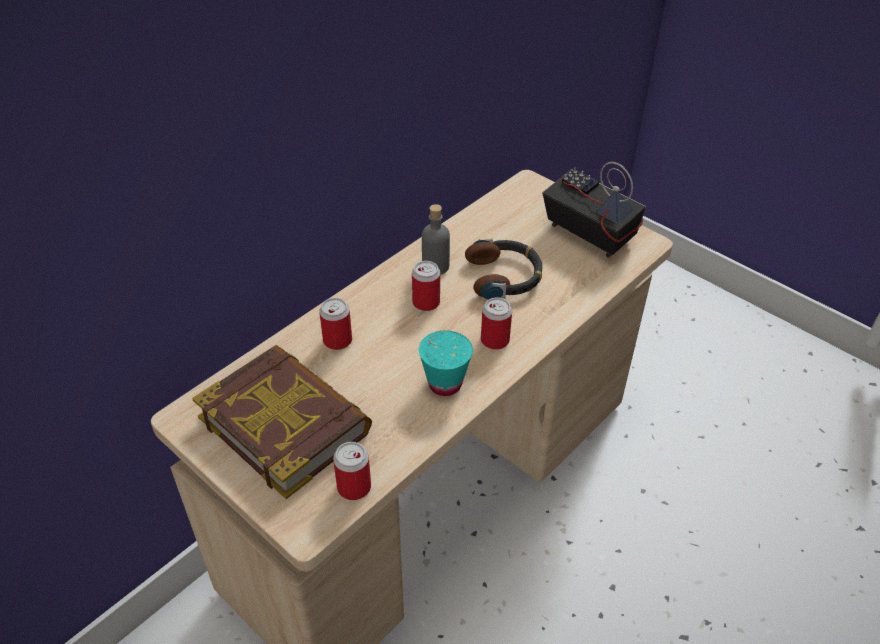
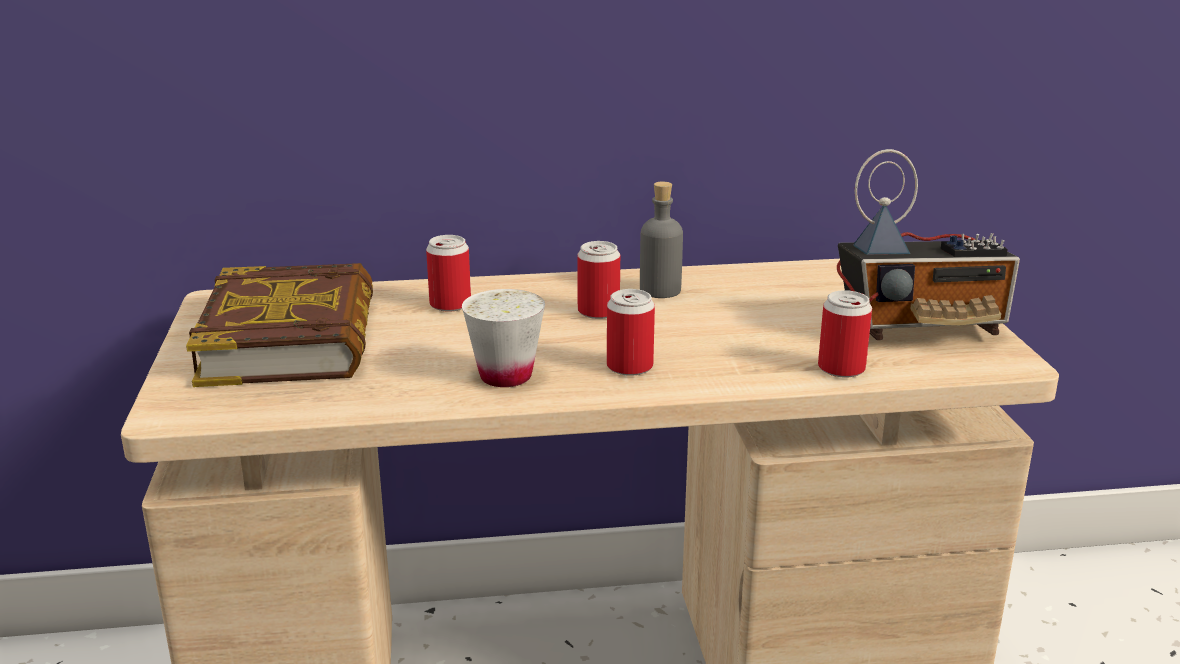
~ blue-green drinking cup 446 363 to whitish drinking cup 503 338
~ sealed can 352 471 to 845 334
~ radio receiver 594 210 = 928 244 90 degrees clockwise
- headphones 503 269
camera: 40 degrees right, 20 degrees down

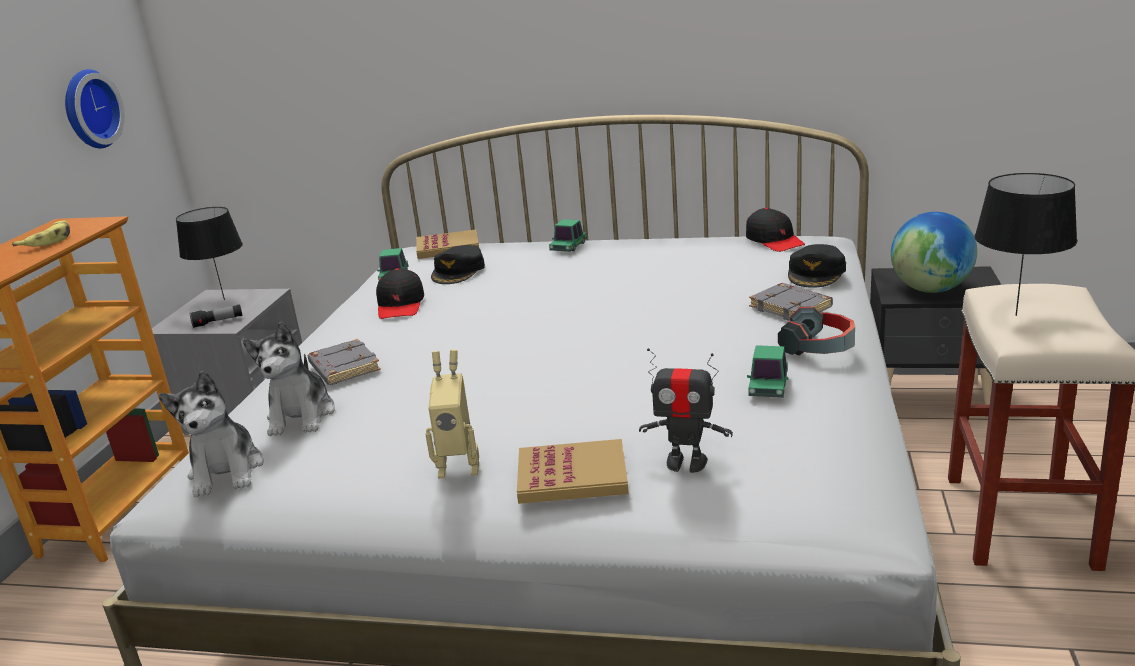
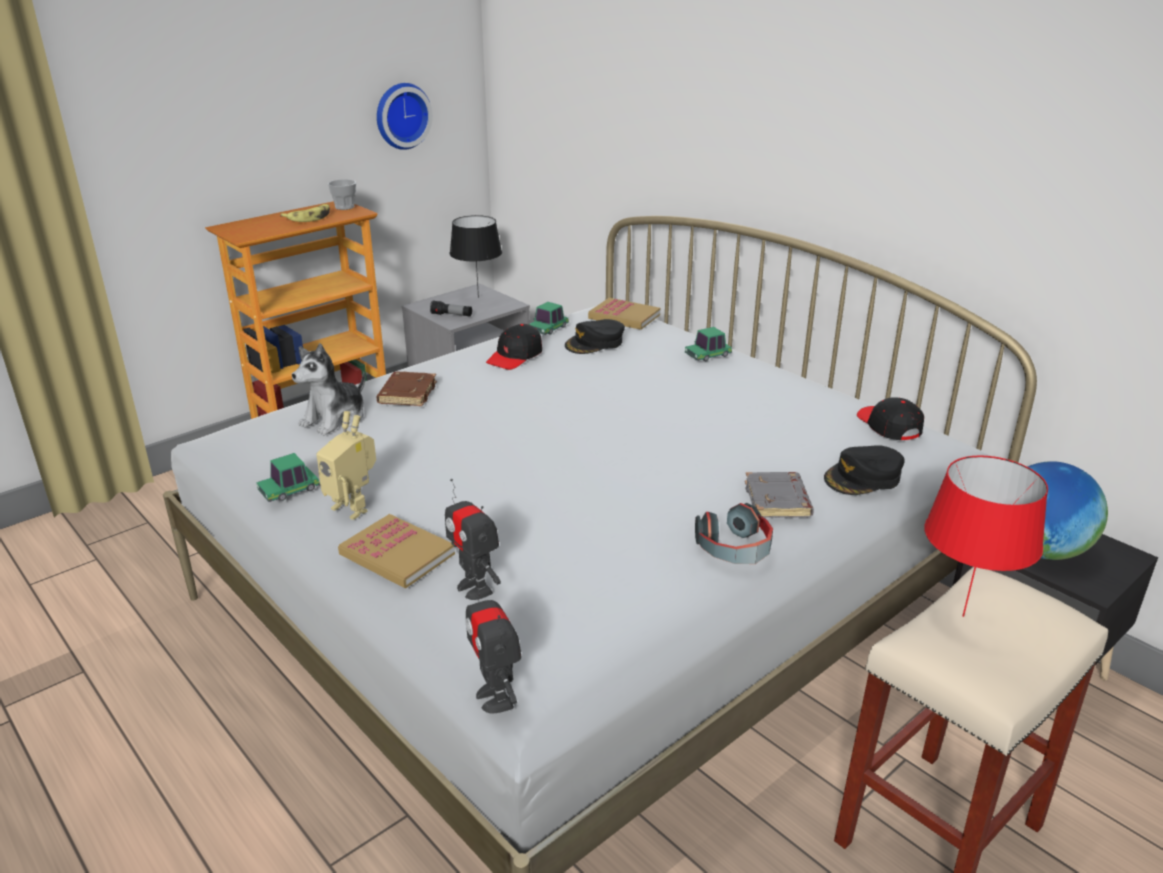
~ miniature car 767 371 to 288 477
+ drinking cup 342 194
~ greyish book 344 362 to brown-coloured book 406 389
+ robot figure 493 643
~ black-coloured baseball cap 775 230 = 890 418 150 degrees clockwise
~ black-coloured lamp for a table 1026 244 to red lamp for a table 986 536
- cuddly toy 211 434
camera: 35 degrees right, 5 degrees up

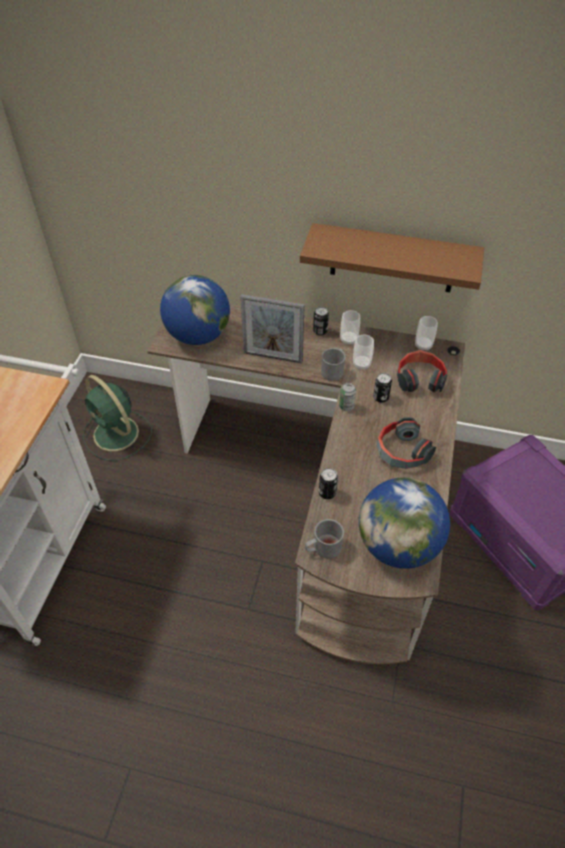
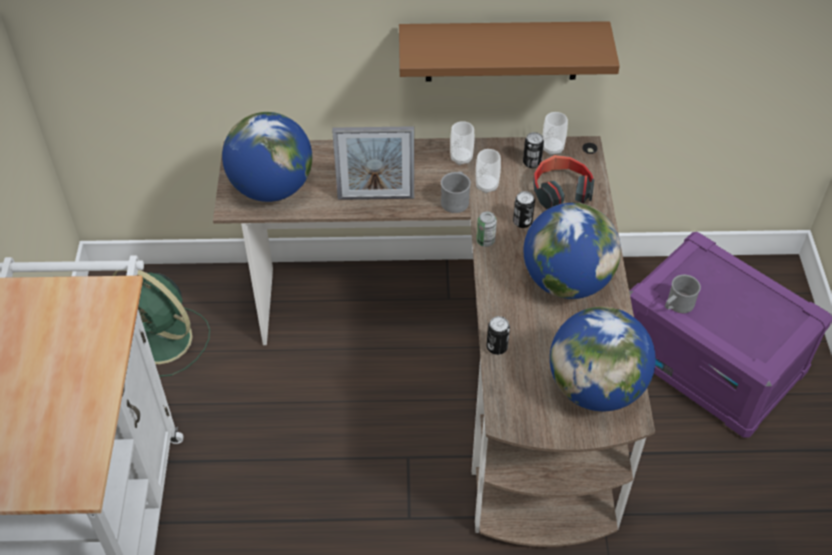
~ sealed can 321 321 to 533 150
~ headphones 406 443 to globe 572 251
~ greyish mug 324 539 to 683 294
camera: 15 degrees left, 0 degrees up

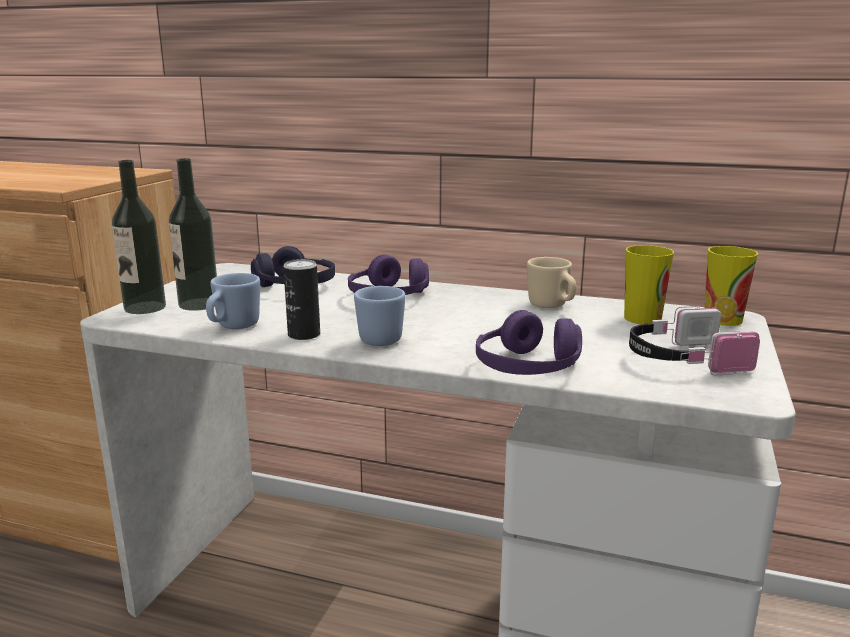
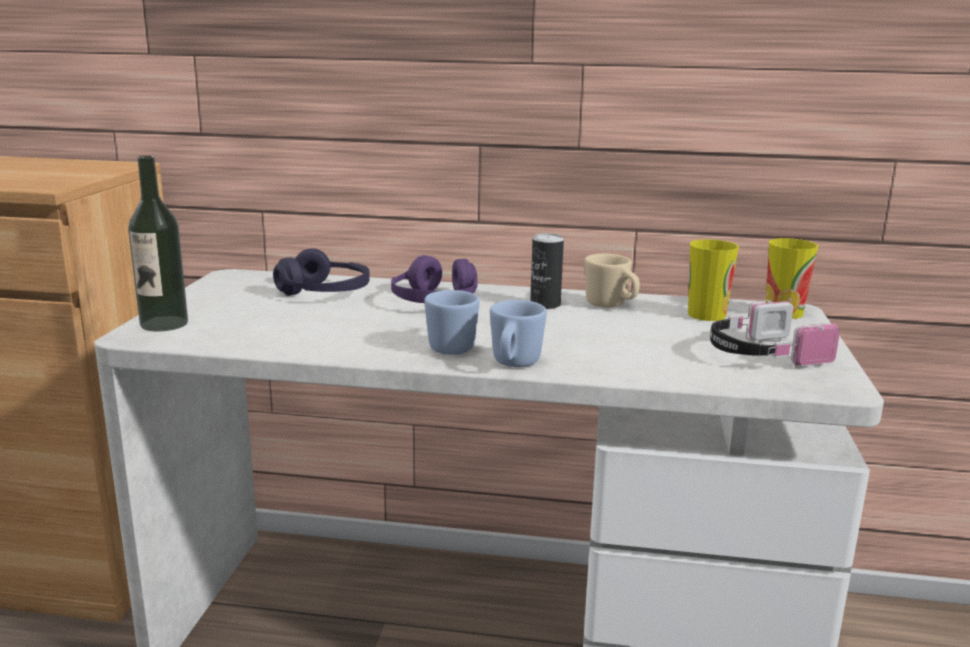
~ blue-coloured mug 233 301 to 518 333
~ sealed can 301 299 to 547 271
- drink bottle 193 234
- purple-coloured headphones 529 342
camera: 10 degrees left, 0 degrees up

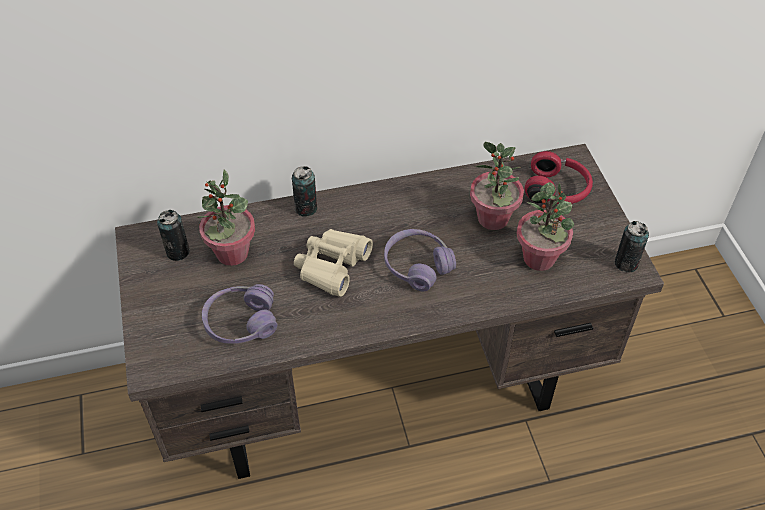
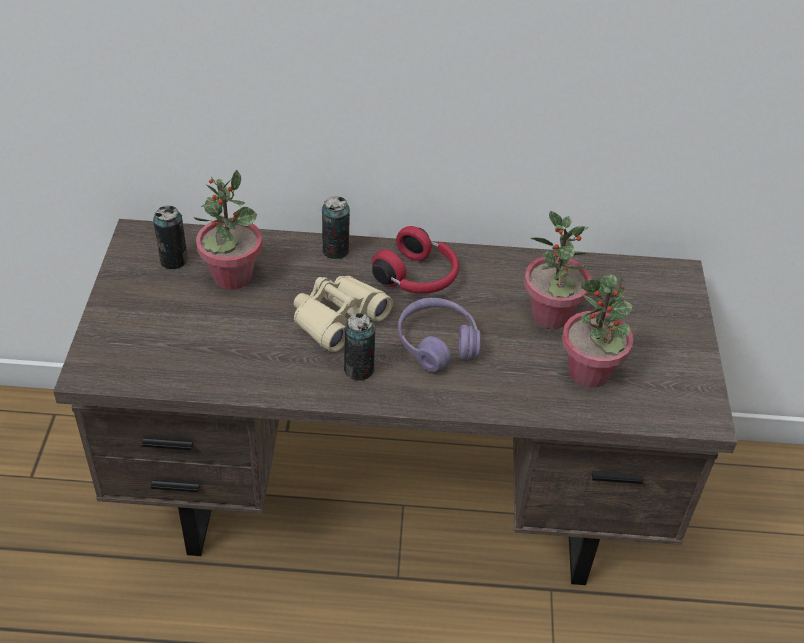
~ sealed can 632 246 to 359 346
~ red headphones 559 177 to 415 260
- purple-coloured headphones 239 314
camera: 15 degrees right, 5 degrees down

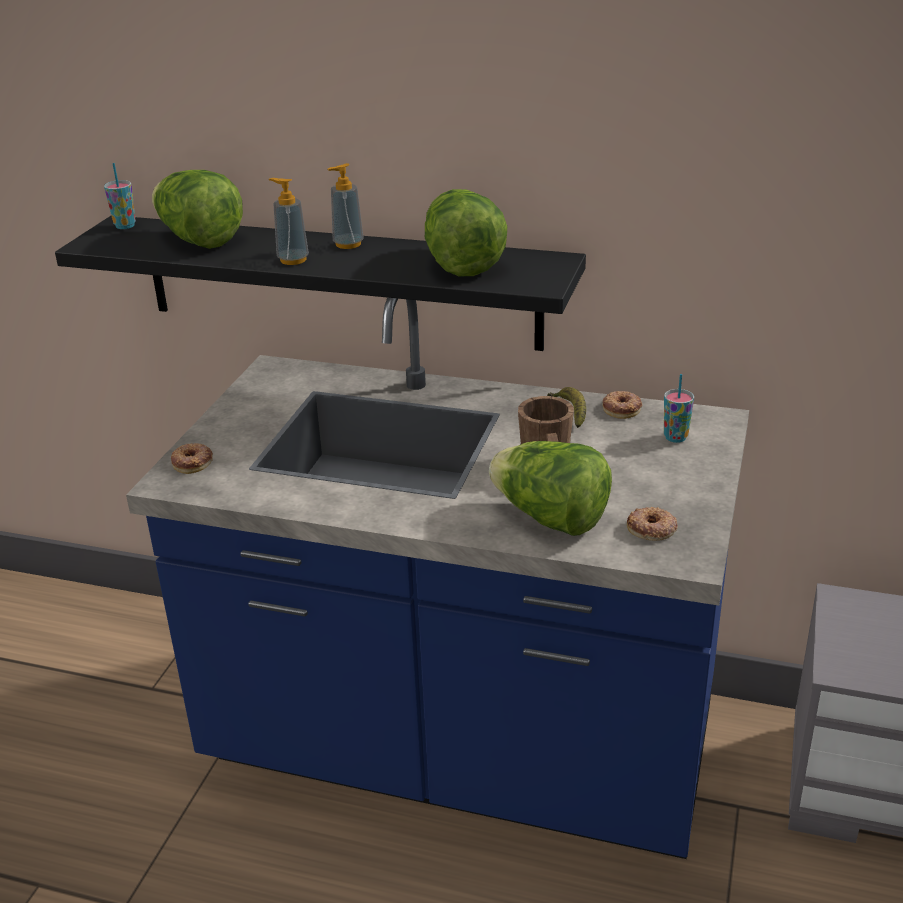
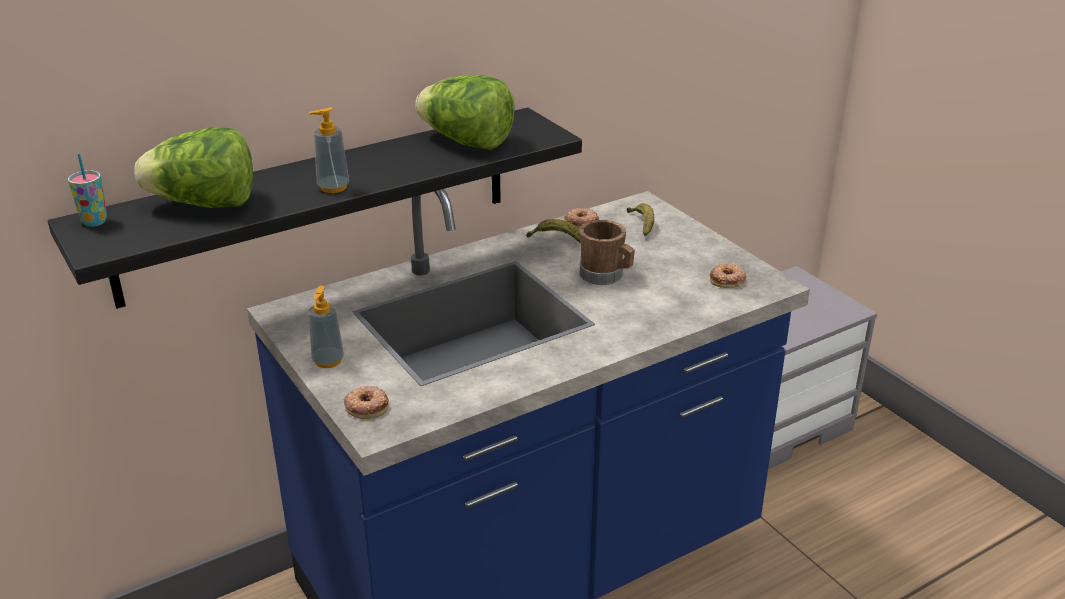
~ soap dispenser 345 206 to 326 327
~ drinking cup 679 408 to banana 640 219
- head of lettuce 550 488
camera: 50 degrees left, 0 degrees up

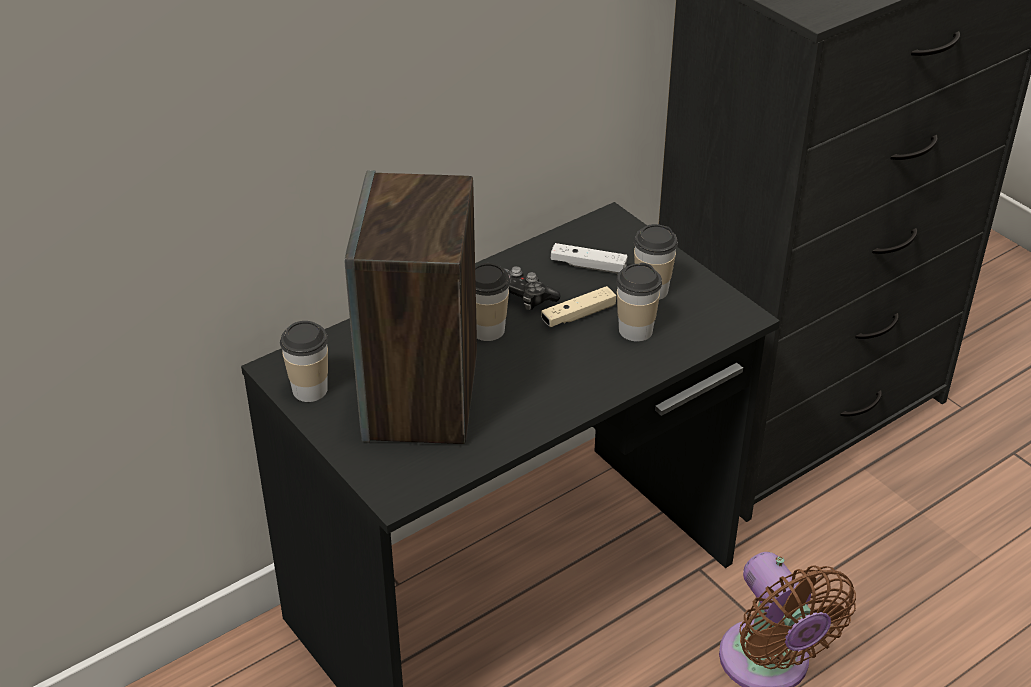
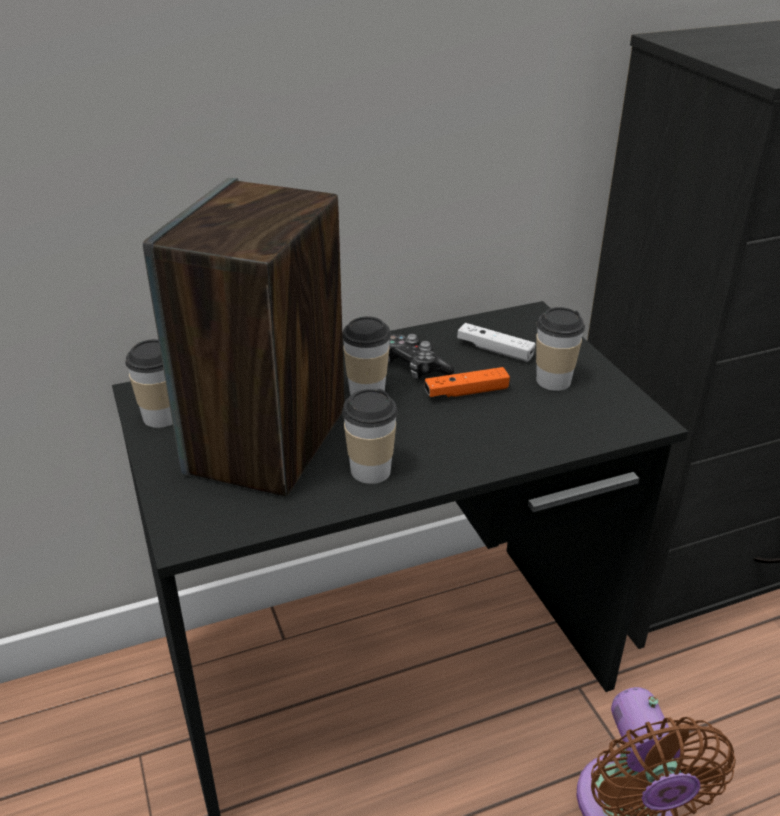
~ drinking cup 639 302 to 370 436
~ beige-coloured game controller 578 306 to orange-coloured game controller 467 382
camera: 15 degrees right, 5 degrees down

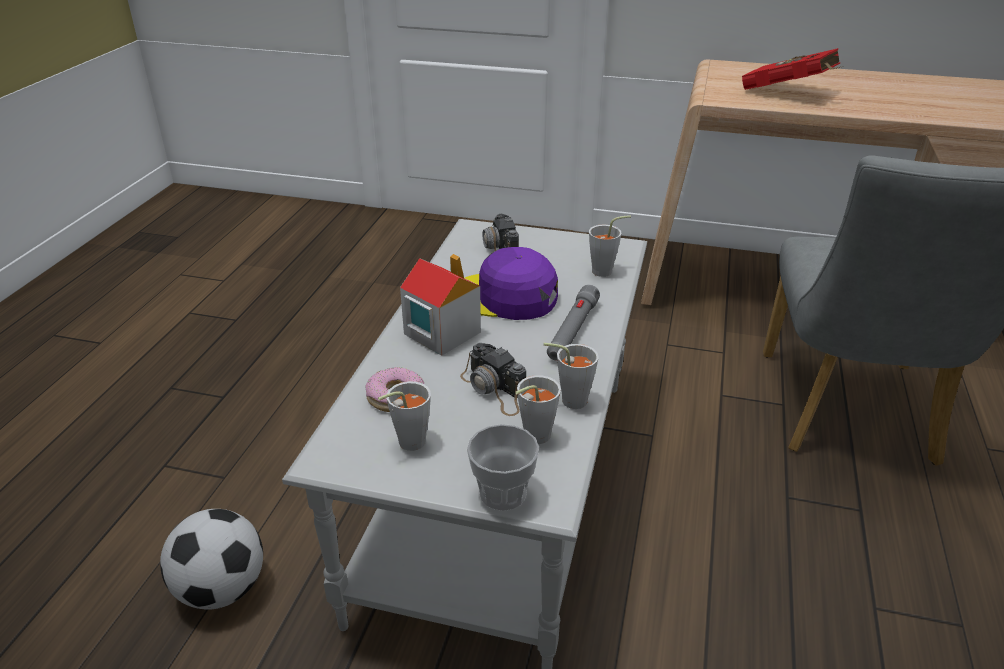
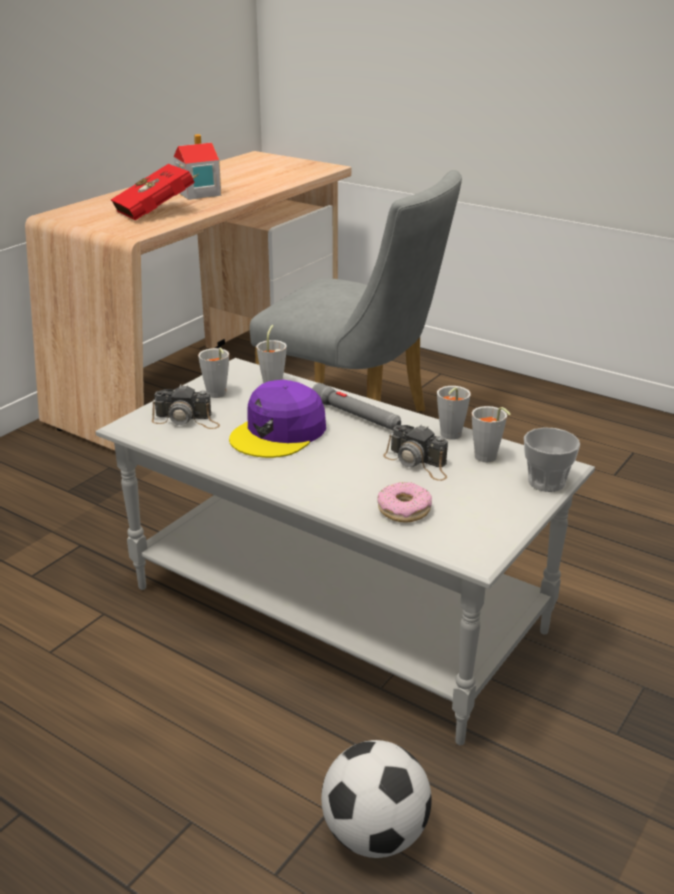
~ toy house 440 305 to 197 167
~ greyish drinking cup 404 416 to 213 373
~ photo camera 493 379 = 415 452 60 degrees clockwise
camera: 70 degrees left, 5 degrees down

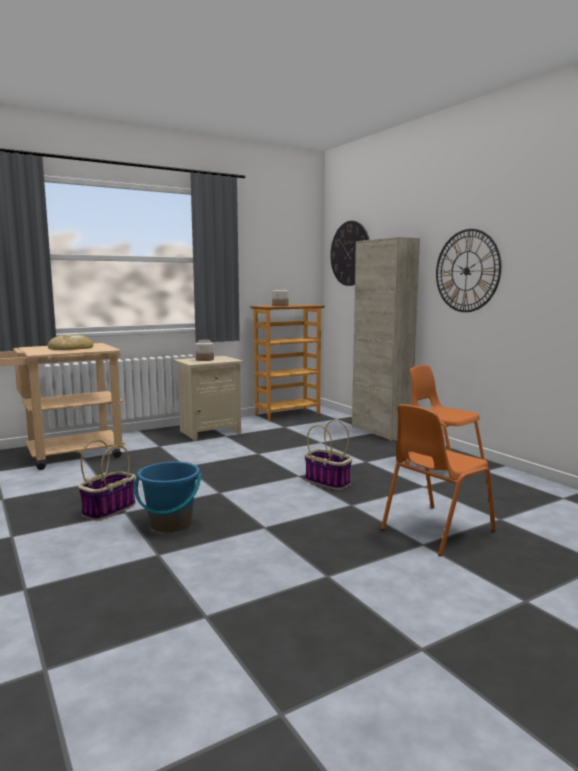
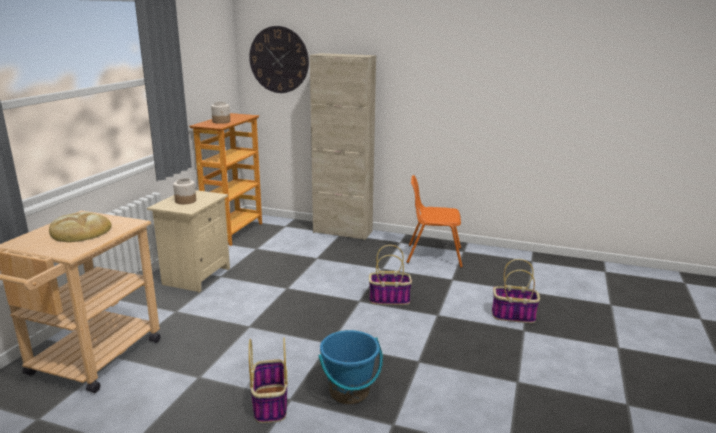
~ orange-coloured upright chair 438 480 to basket 516 291
- hanging clock 468 270
camera: 40 degrees left, 10 degrees up

